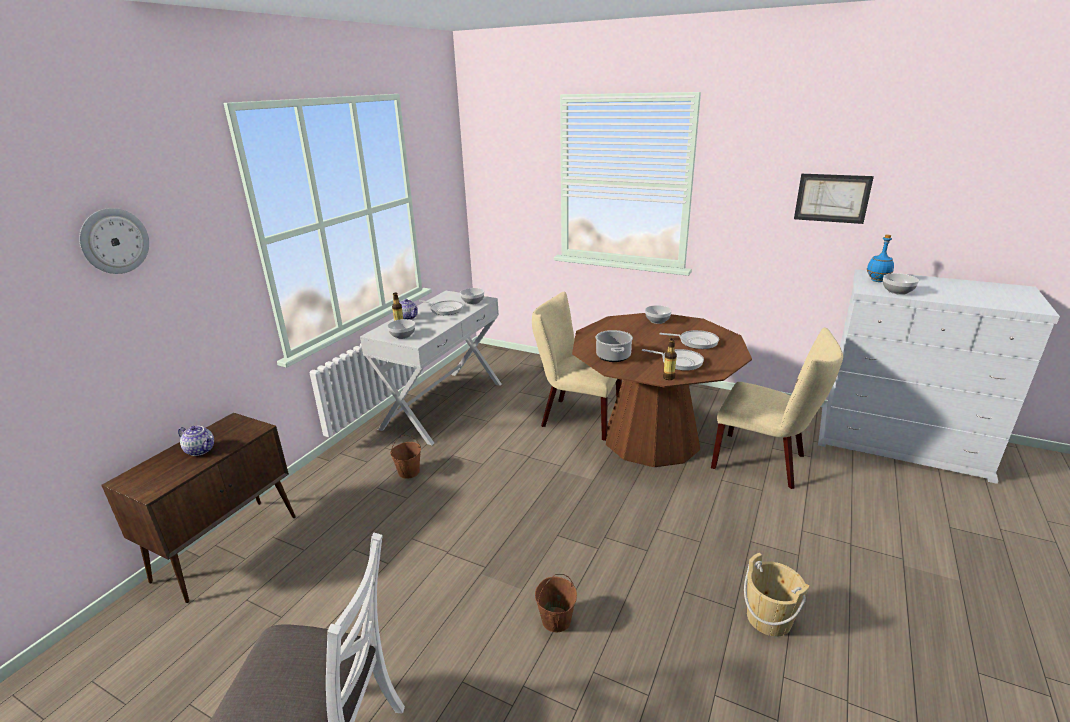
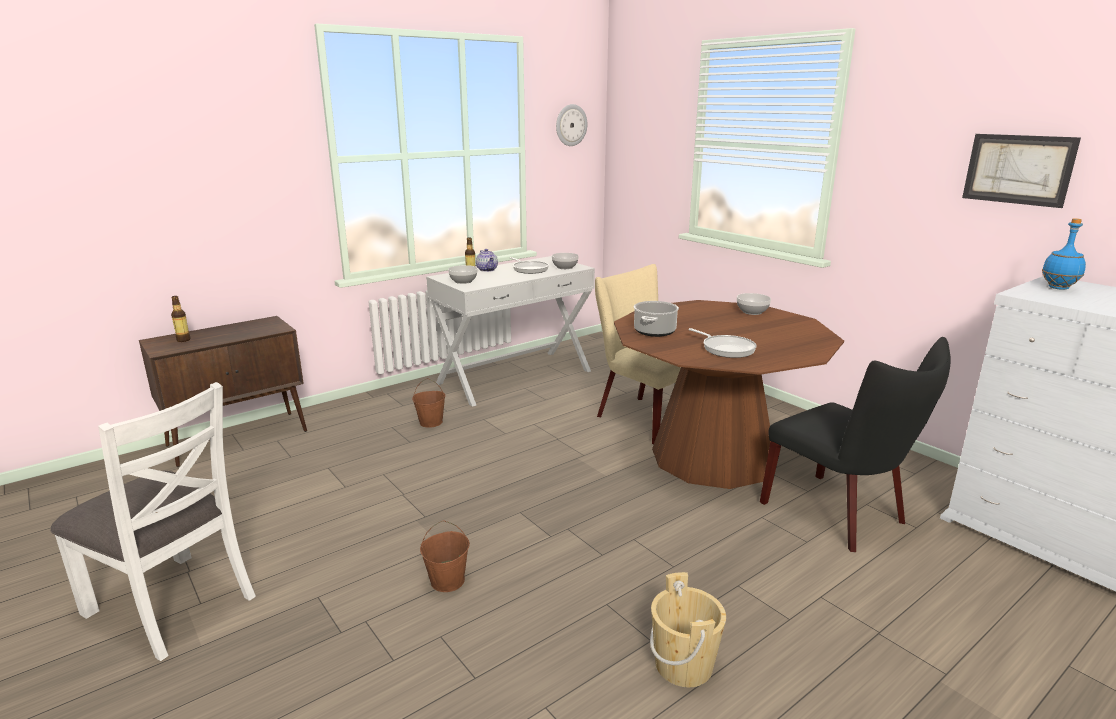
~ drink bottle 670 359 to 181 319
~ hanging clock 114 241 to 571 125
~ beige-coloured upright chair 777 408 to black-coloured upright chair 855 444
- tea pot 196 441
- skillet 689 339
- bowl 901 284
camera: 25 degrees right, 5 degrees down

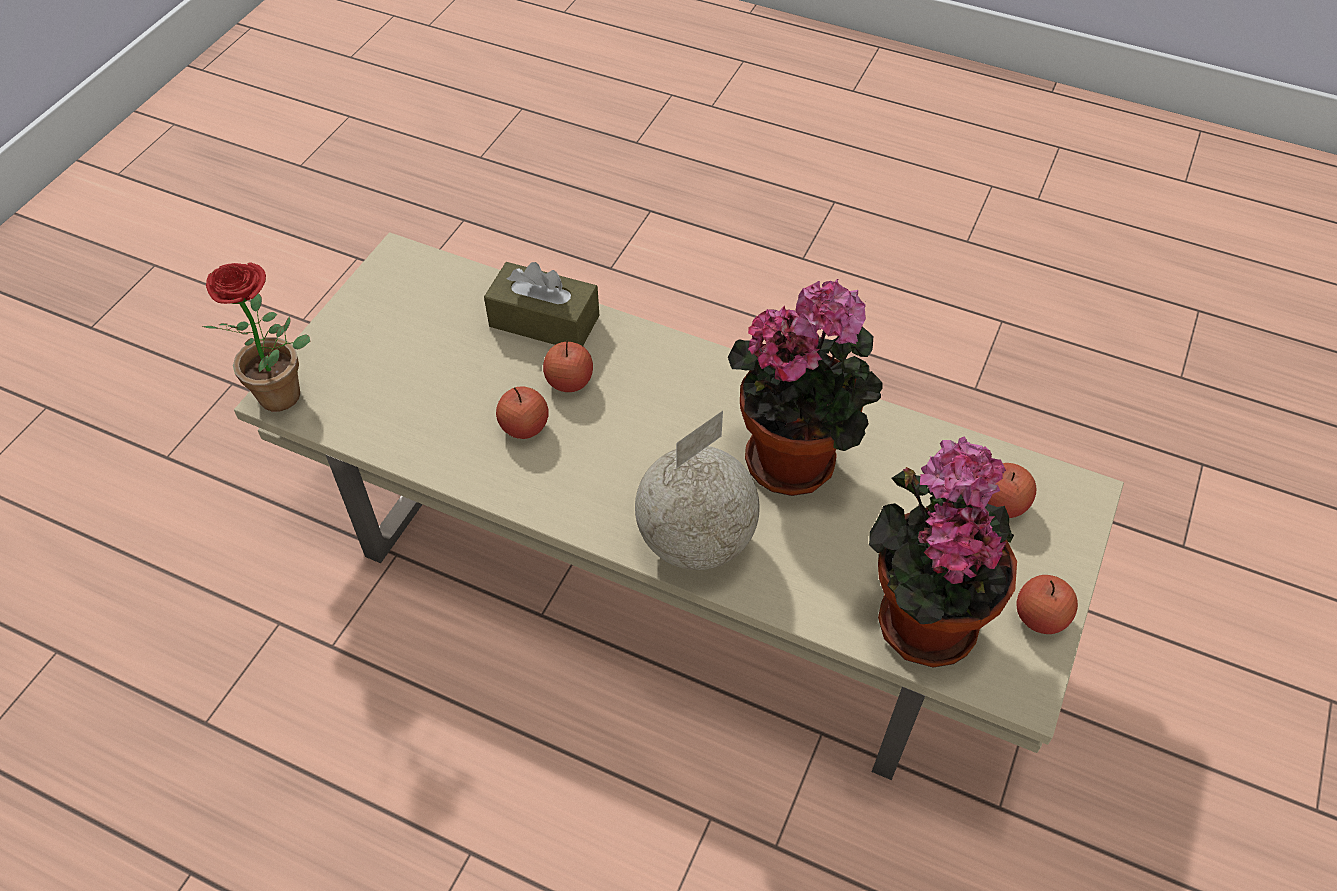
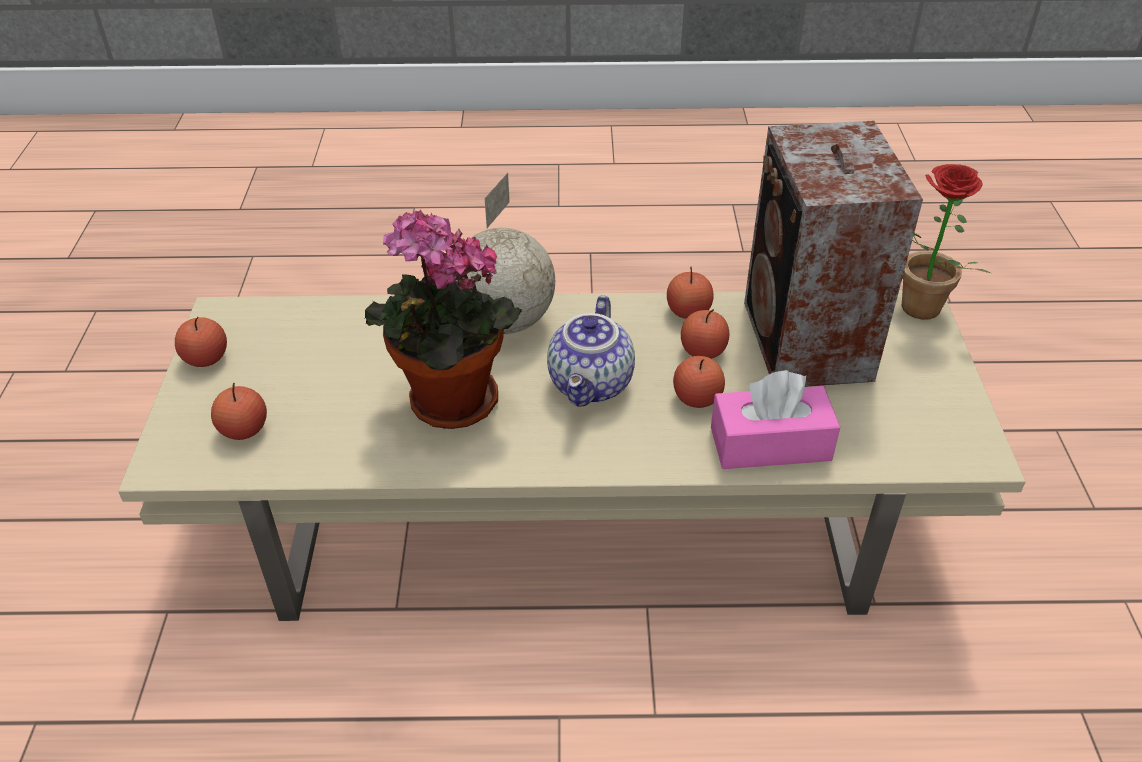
+ tea pot 591 351
+ apple fruit 690 293
~ brown-coloured tissue box 542 304 to pink-coloured tissue box 775 419
+ loudspeaker 833 254
- potted plant 943 552
camera: 155 degrees right, 10 degrees down

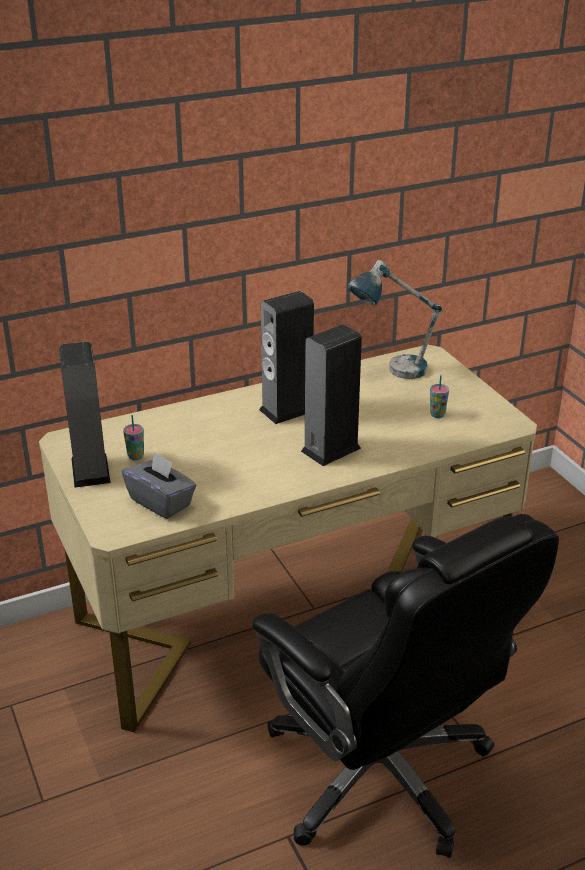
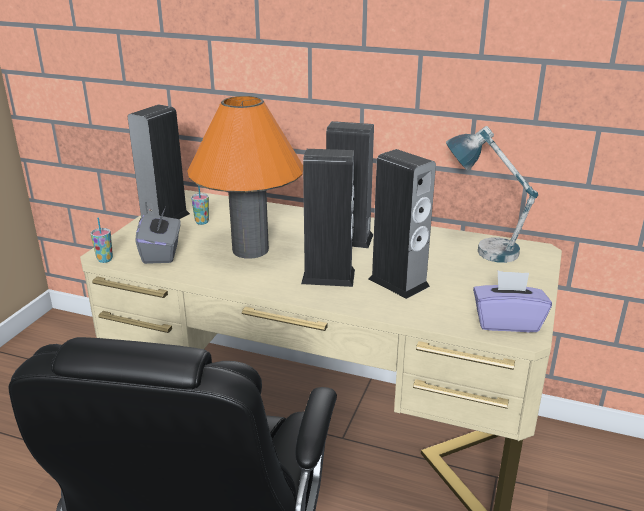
~ drinking cup 439 396 to 101 240
+ orange-coloured lamp for a table 245 177
+ loudspeaker 402 224
+ purple-coloured tissue box 512 301
camera: 45 degrees right, 5 degrees down

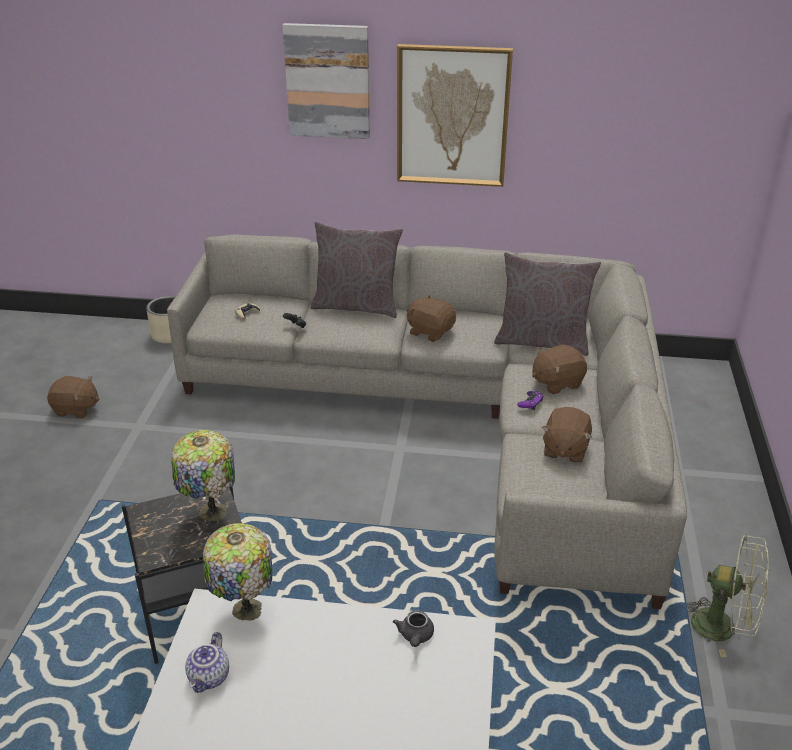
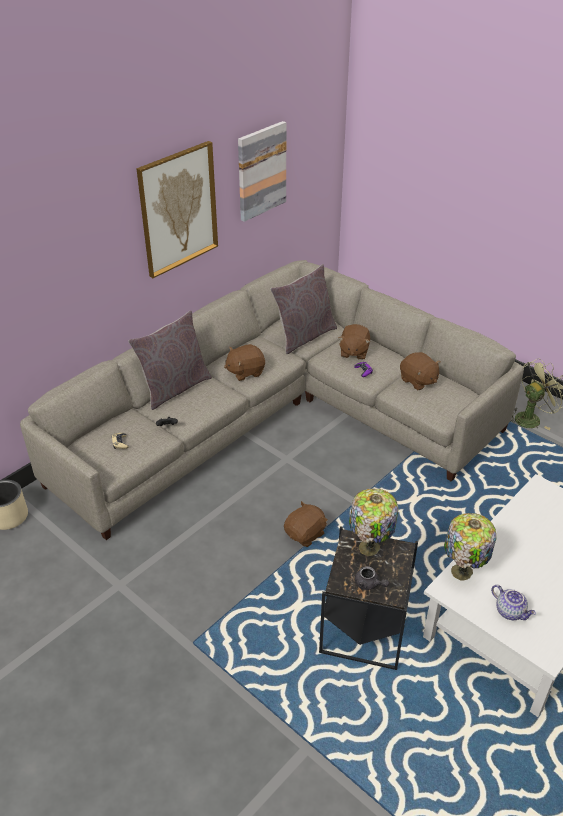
~ wall art 326 81 to 262 171
~ brown-coloured cuddly toy 73 397 to 306 524
~ greyish tea pot 413 628 to 372 578
camera: 55 degrees left, 5 degrees up

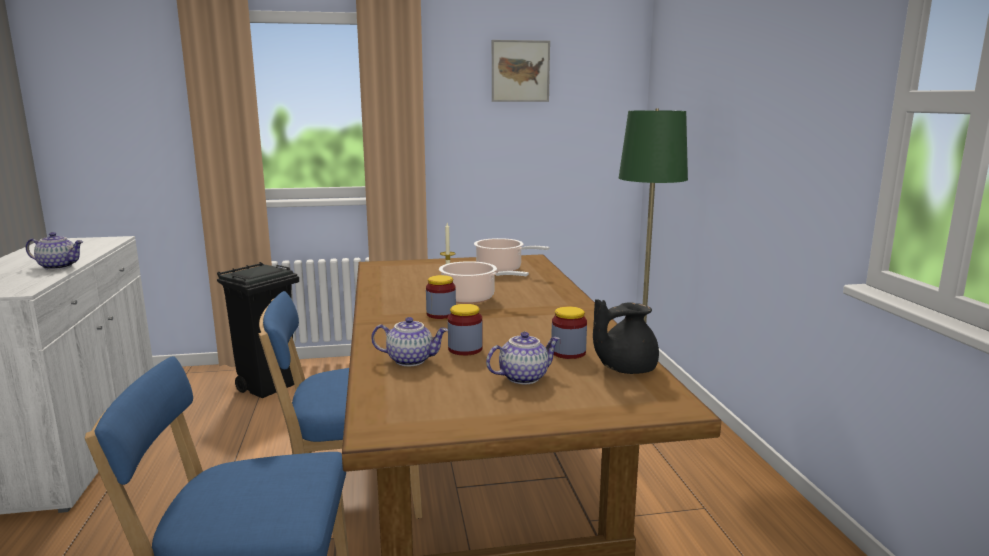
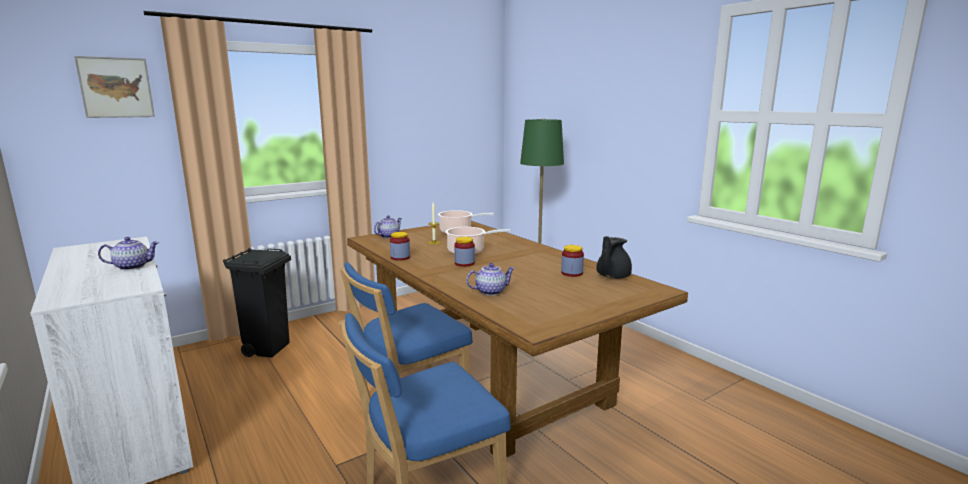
~ wall art 521 71 to 114 87
~ tea pot 523 358 to 388 226
~ preserve jar 465 330 to 400 246
camera: 25 degrees left, 0 degrees up

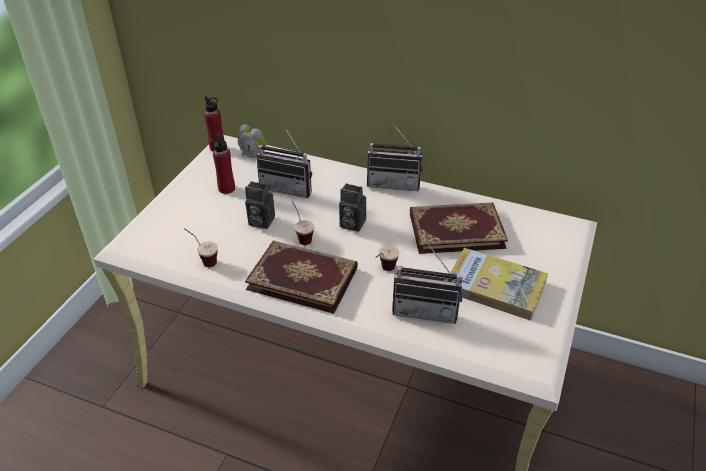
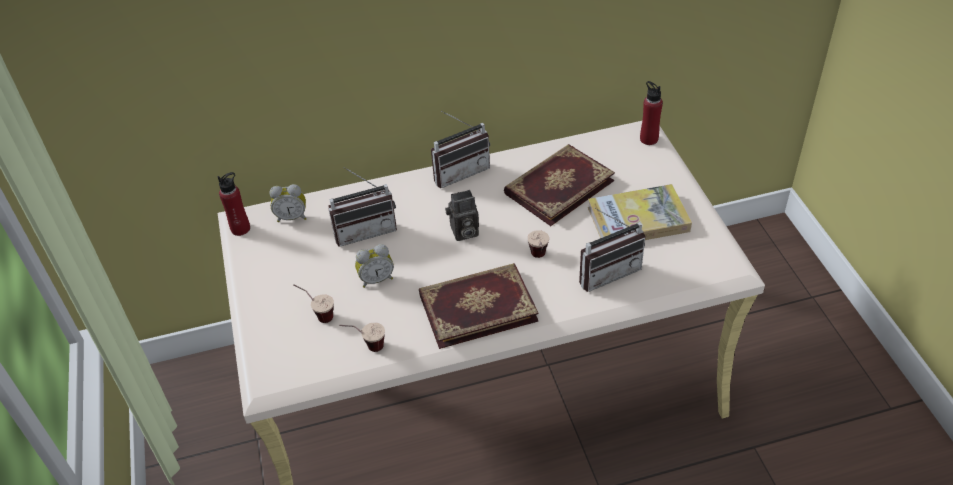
~ drinking cup 303 223 to 313 303
~ photo camera 260 205 to table clock 374 266
~ red drink bottle 224 163 to 651 113
camera: 35 degrees left, 5 degrees up

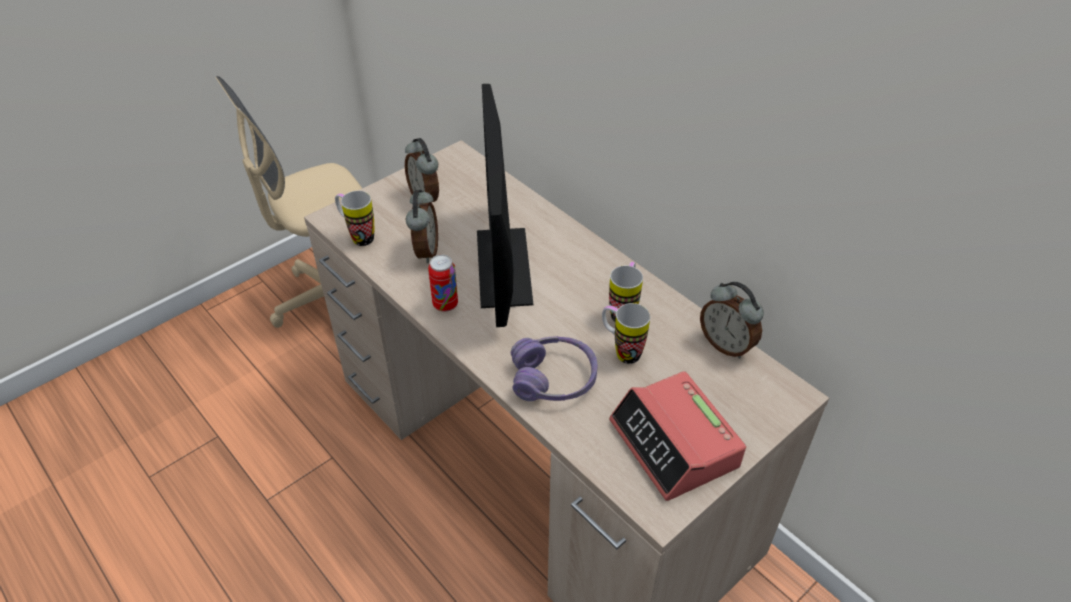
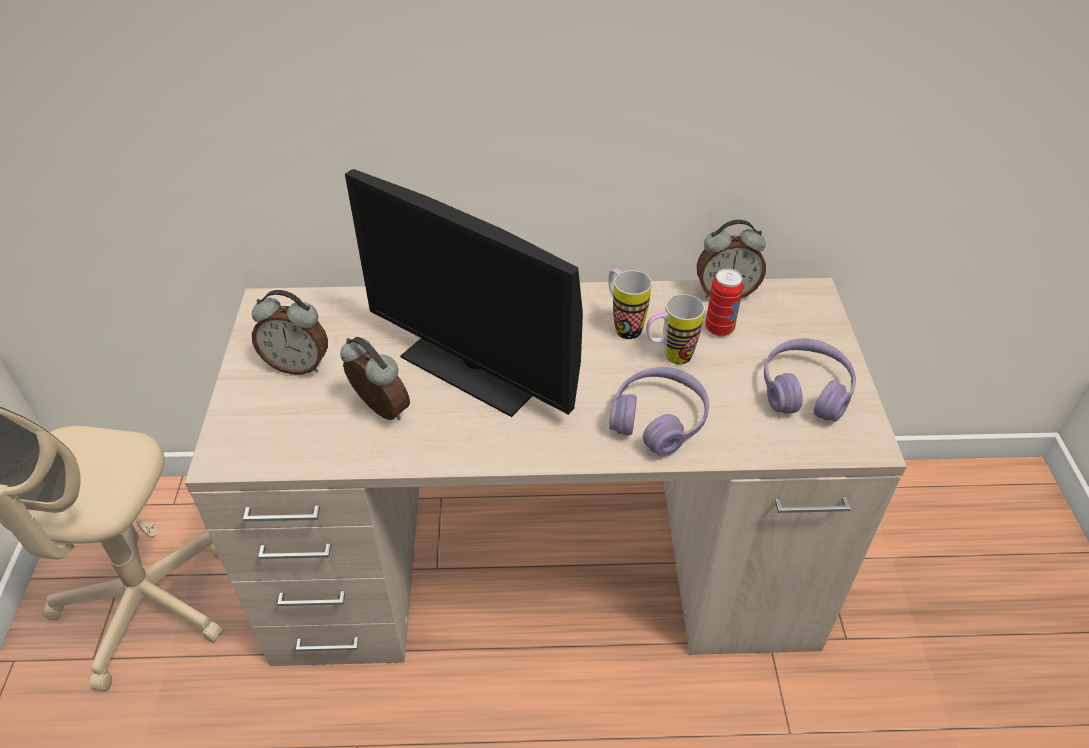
~ sealed can 443 283 to 724 302
~ table clock 677 436 to purple-coloured headphones 810 380
- mug 354 218
camera: 50 degrees left, 0 degrees up

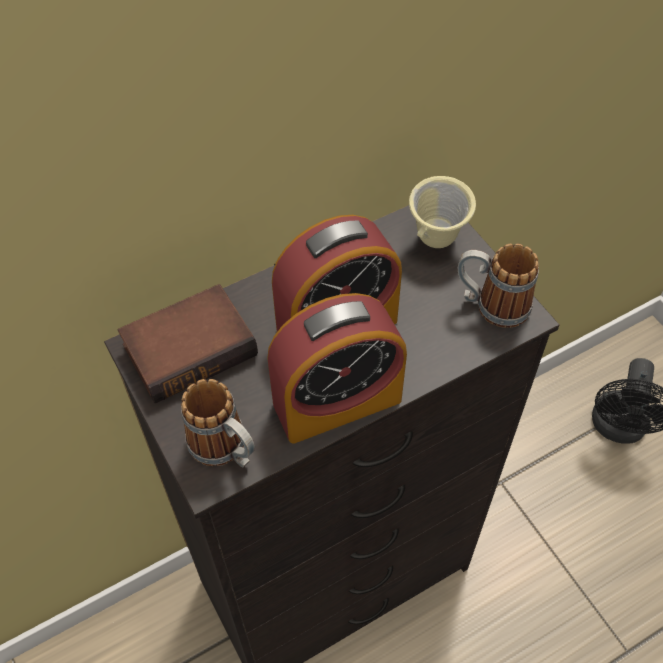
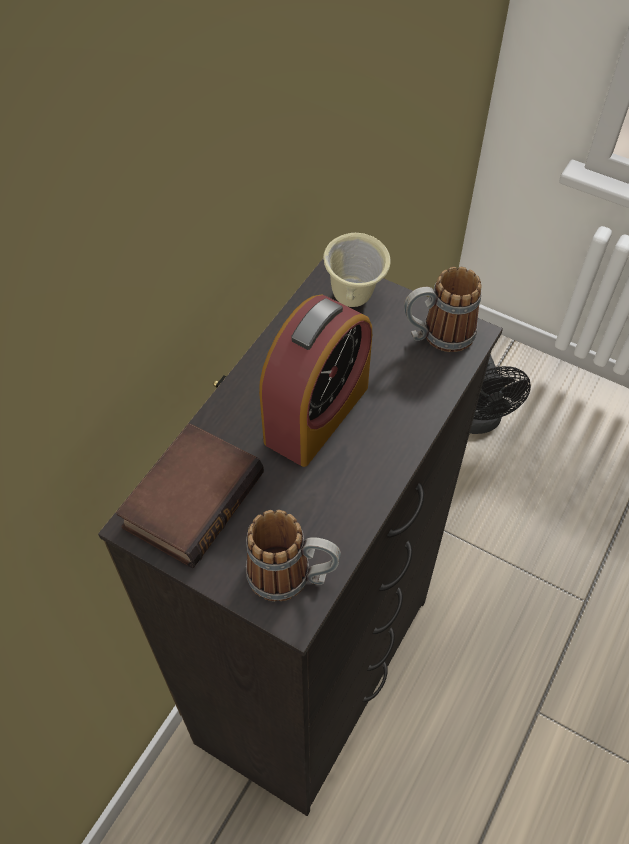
- table clock 337 368
camera: 30 degrees left, 0 degrees up

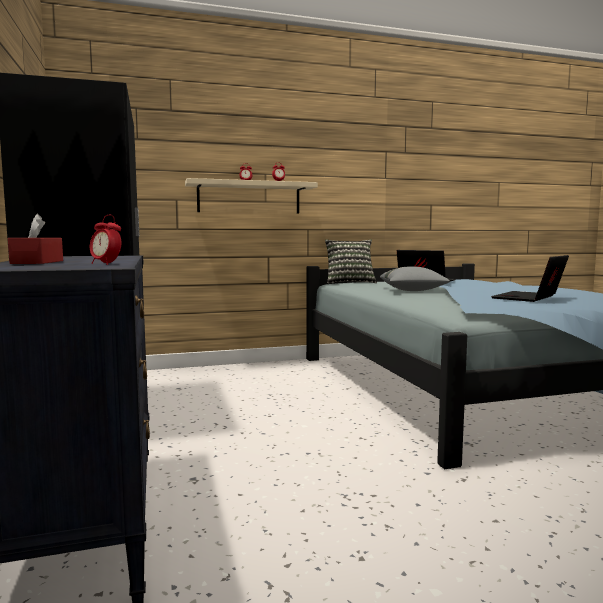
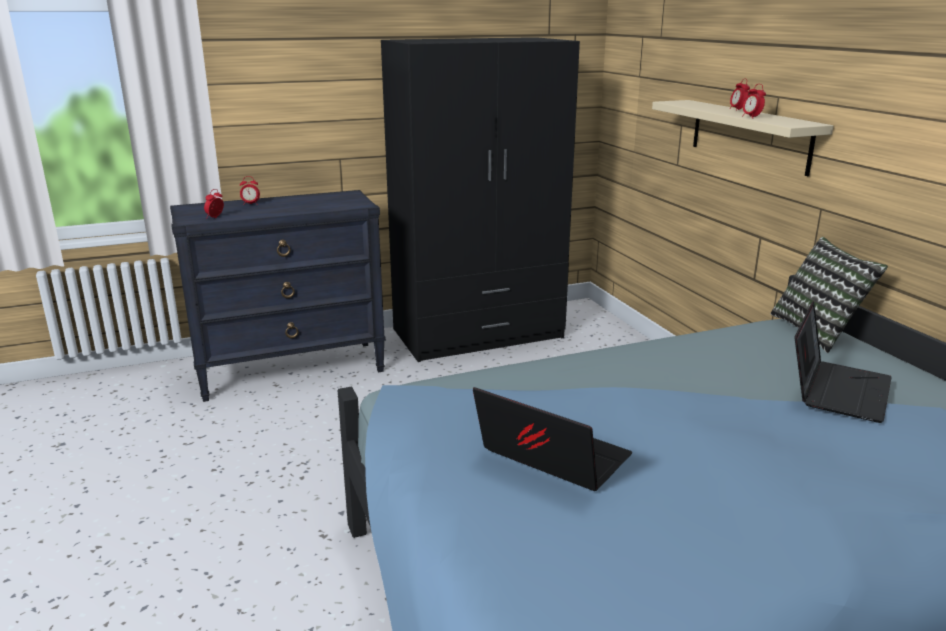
~ red tissue box 35 239 to table clock 250 190
- greyish cushion 415 278
camera: 85 degrees right, 15 degrees up

